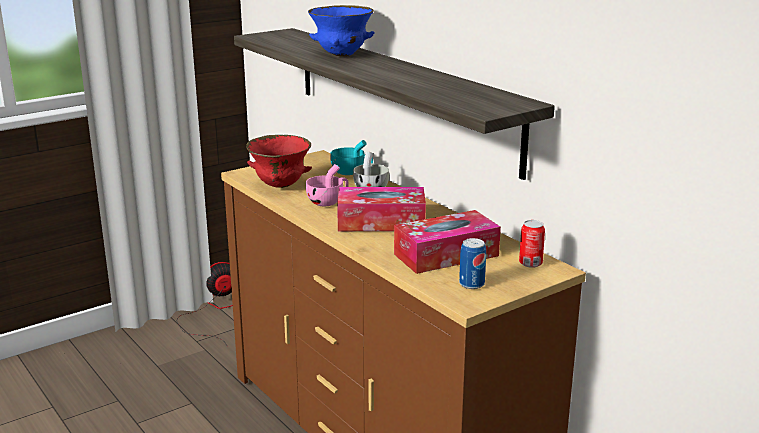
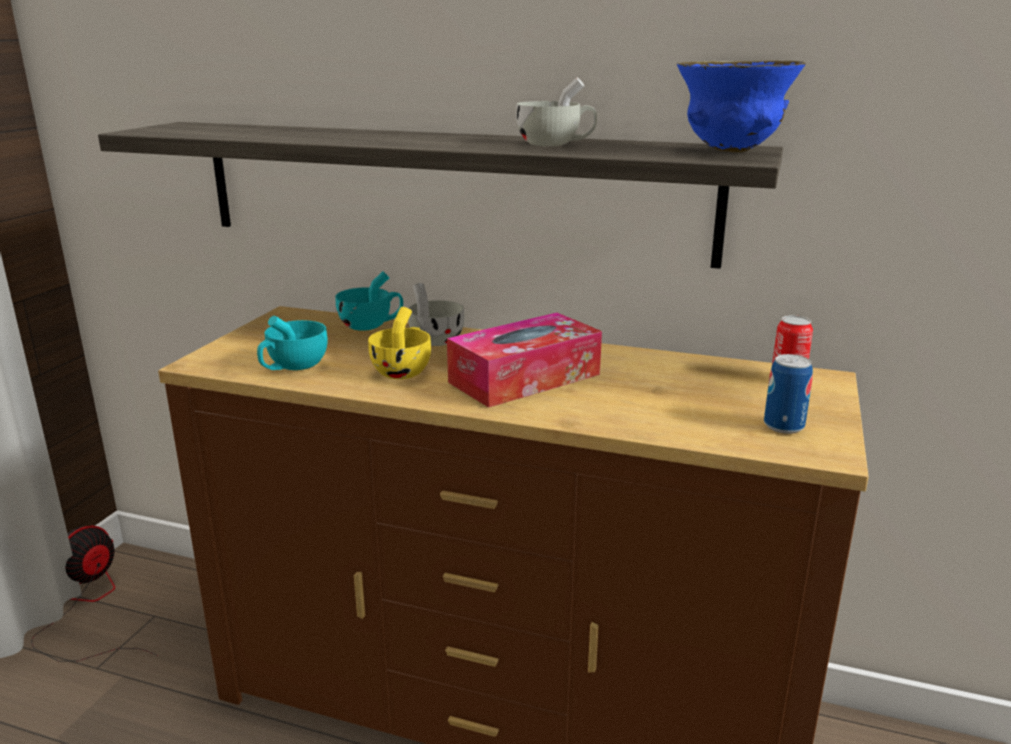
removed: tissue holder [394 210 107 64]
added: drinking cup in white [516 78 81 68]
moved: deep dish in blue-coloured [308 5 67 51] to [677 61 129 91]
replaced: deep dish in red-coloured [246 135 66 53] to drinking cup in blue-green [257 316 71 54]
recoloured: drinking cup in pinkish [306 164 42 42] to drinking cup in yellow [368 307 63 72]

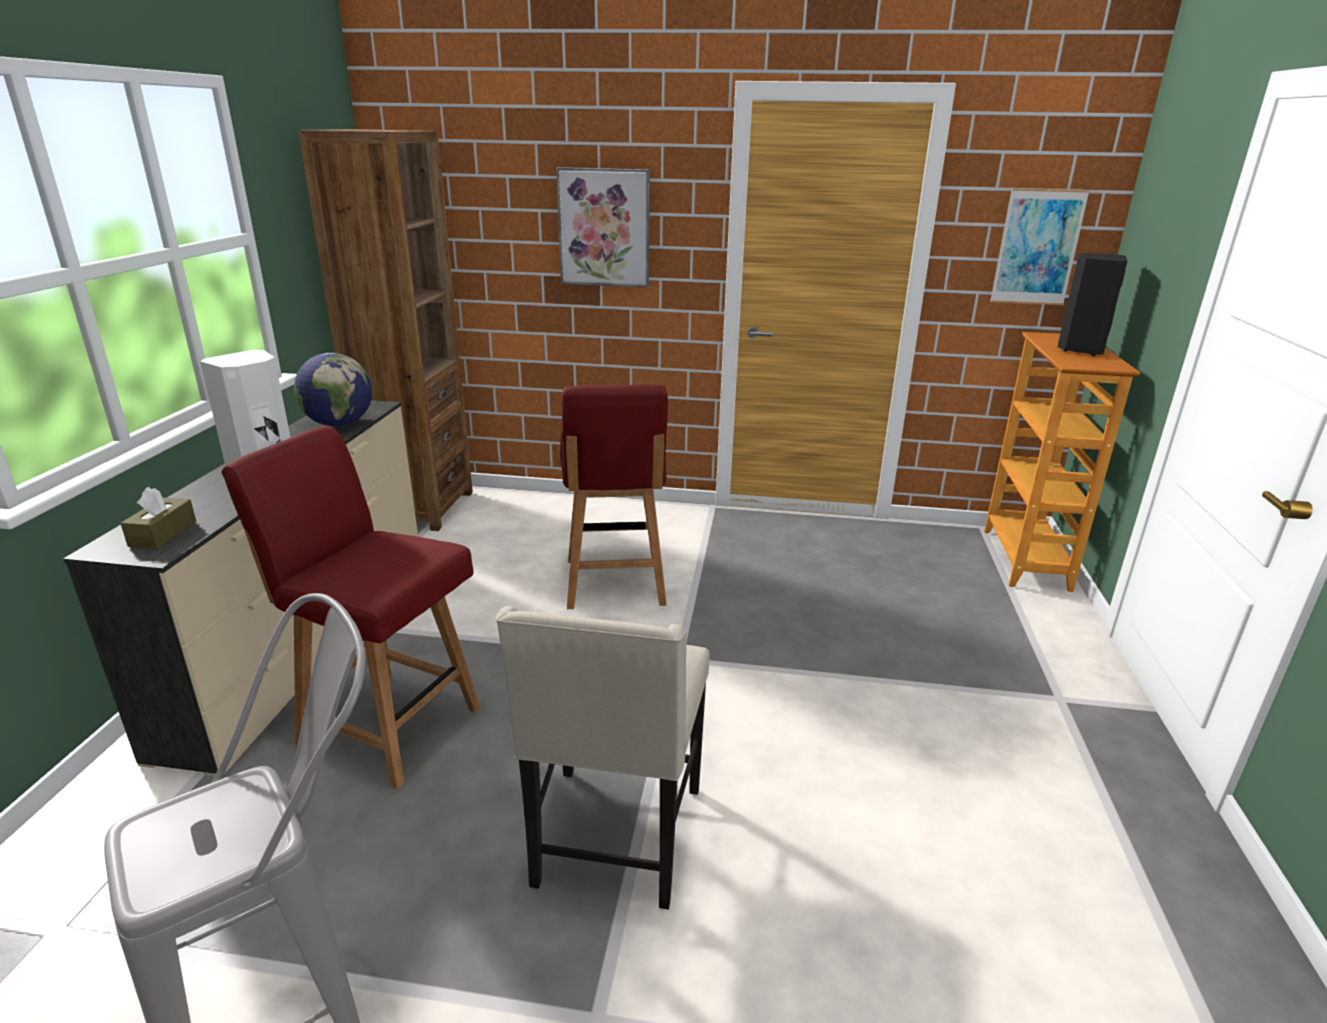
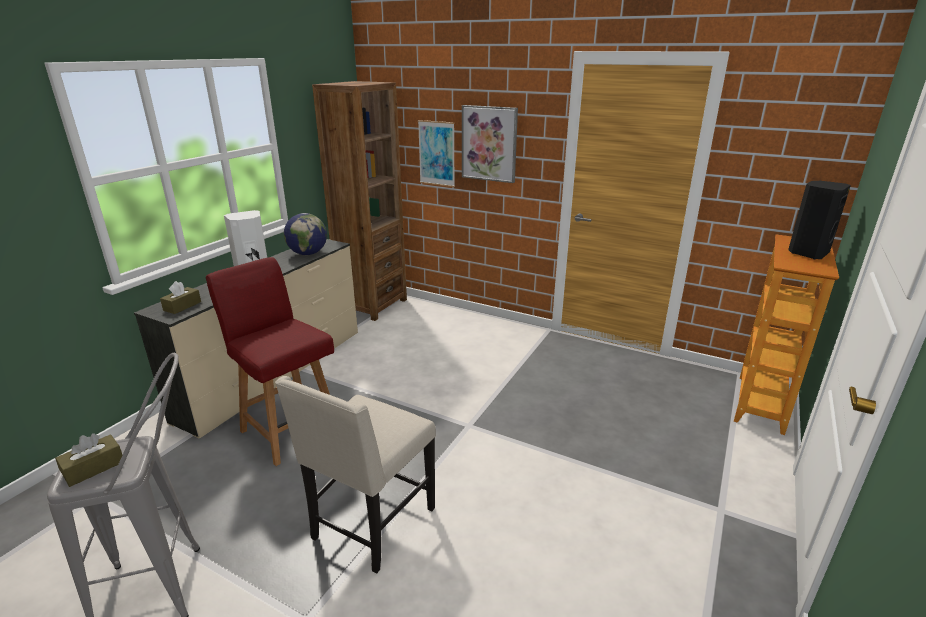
removed: plain chair in red-coloured [560 385 108 224]
added: tissue holder in brown-coloured [55 434 67 53]
moved: picture [990 188 100 117] to [418 120 37 67]

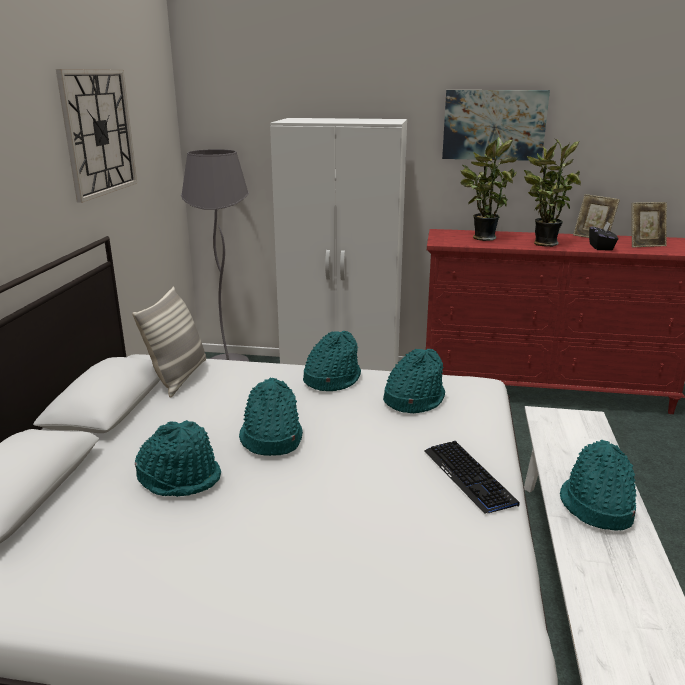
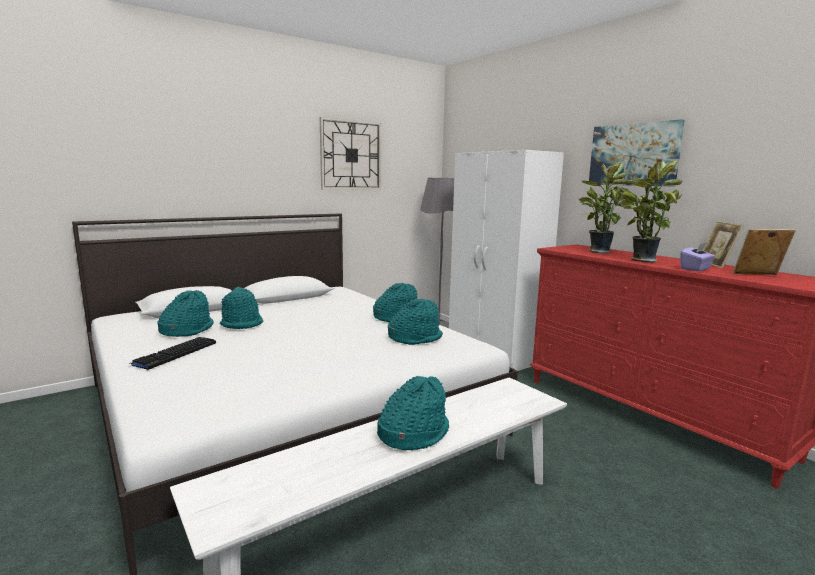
removed: cushion [132 286 74 112]
moved: wearable hat in blue-green [239 378 64 78] to [157 290 57 47]; keyboard [425 441 95 73] to [129 337 87 33]
recoloured: tissue holder in blackish [589 221 29 30] to tissue holder in purple [680 243 35 28]
turned: standing frame [632 202 35 46] = [733 229 63 46] 150 degrees clockwise

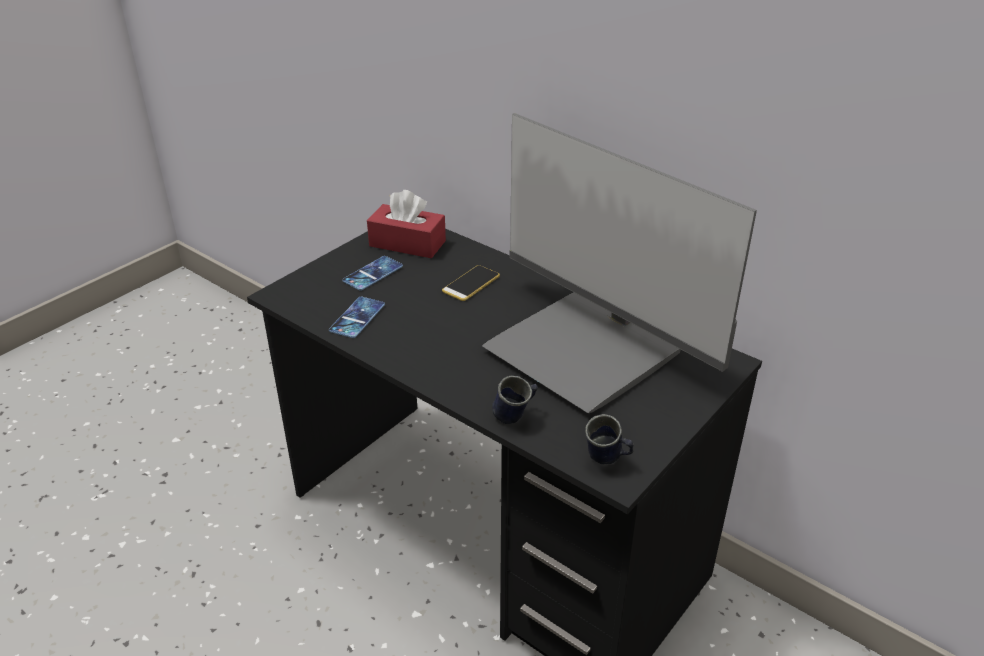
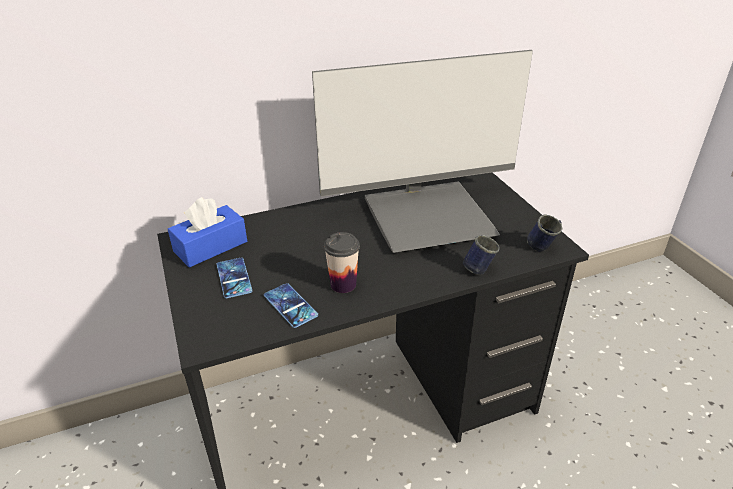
removed: phone [442 265 58 36]
added: drinking cup [324 232 36 61]
recoloured: tissue holder in red-coloured [367 190 79 68] to tissue holder in blue-coloured [168 197 79 71]

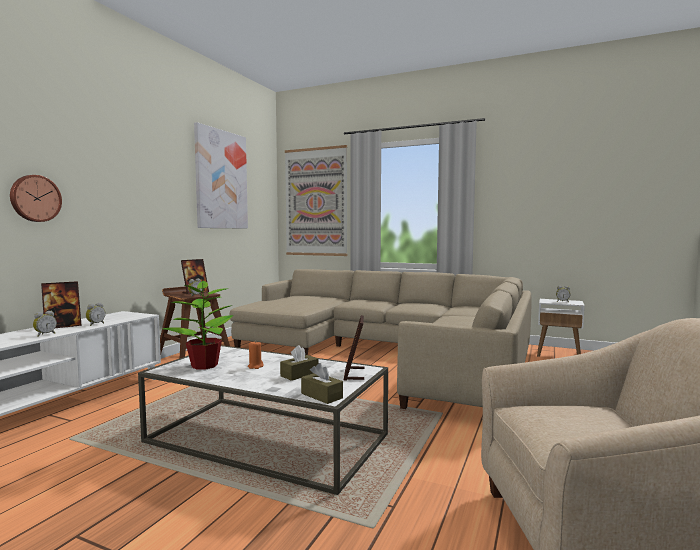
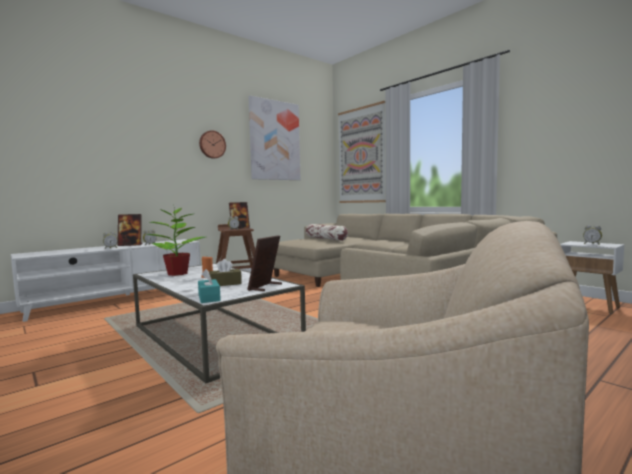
added: cushion [306 224 42 17]
moved: hanging clock [10 175 52 47] to [199 131 27 28]
recoloured: tissue holder in brown-coloured [301 363 42 41] to tissue holder in blue-green [198 269 23 34]

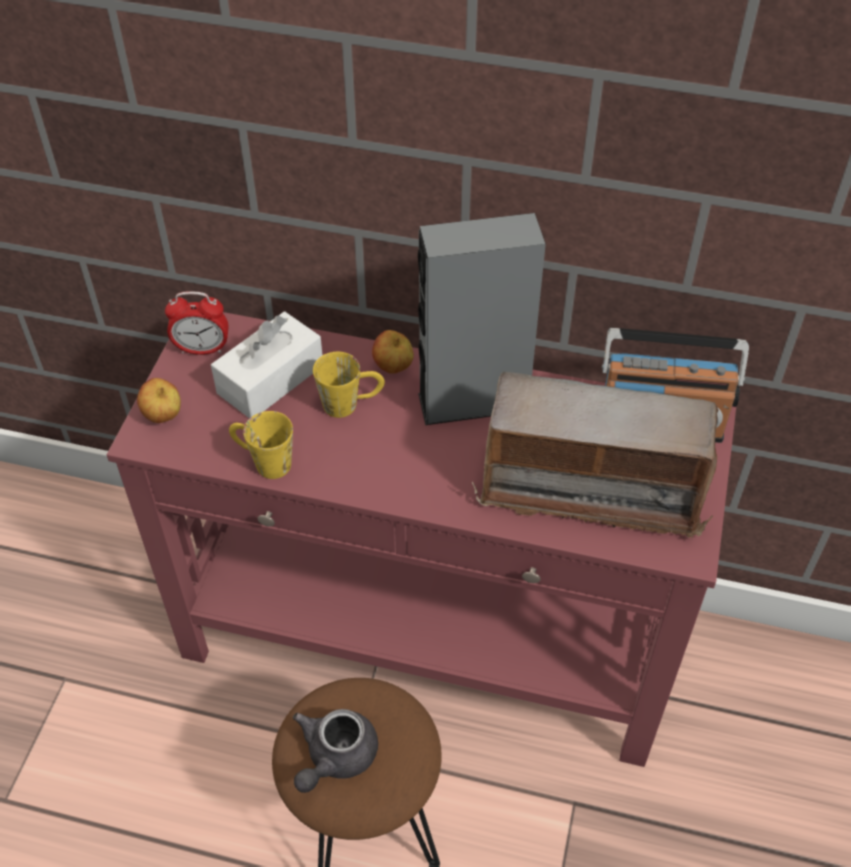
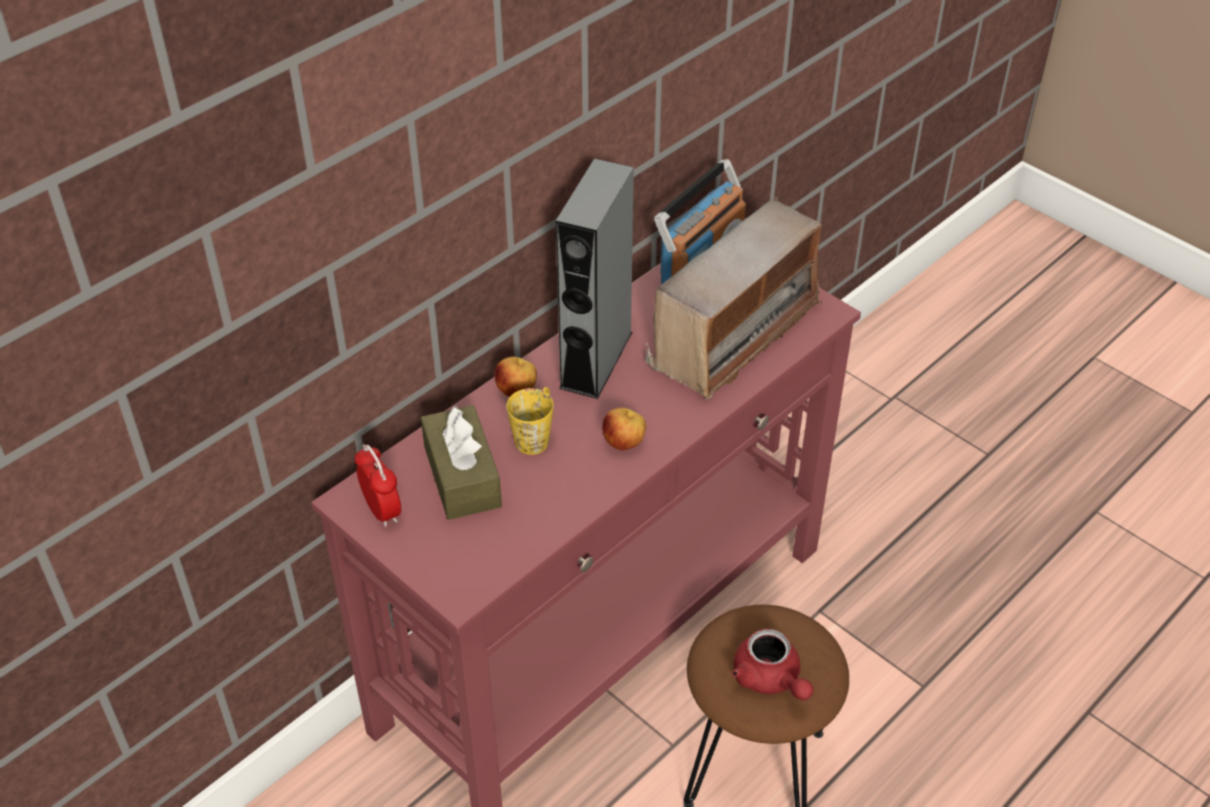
removed: tea mug in yellow [229 411 64 68]
moved: apple [137 378 44 45] to [602 407 44 43]
recoloured: tissue holder in white [211 311 111 108] to tissue holder in brown-coloured [421 405 81 115]; tea pot in grey [293 709 85 84] to tea pot in red-coloured [732 629 81 71]
turned: alarm clock [165 291 64 64] = [355 444 46 84] 60 degrees counterclockwise

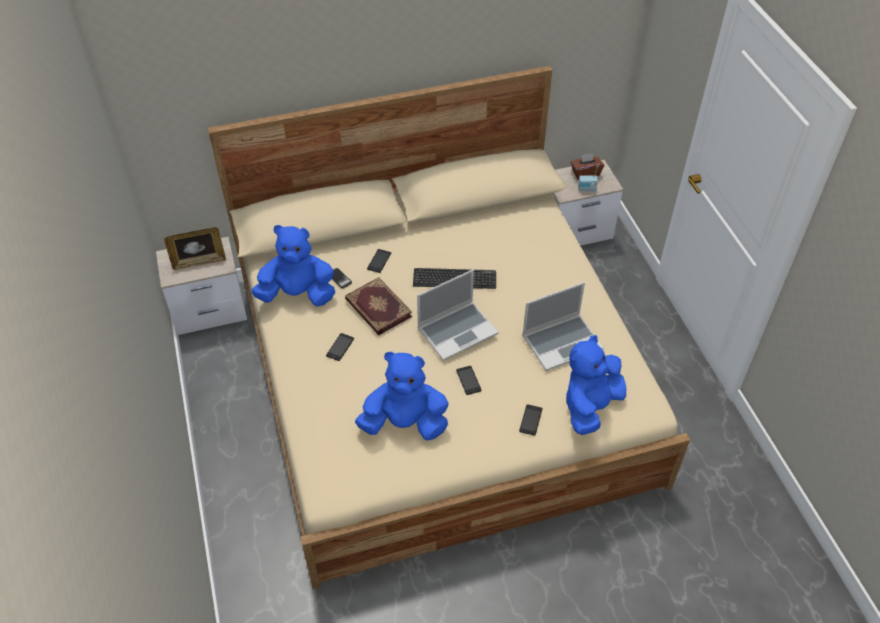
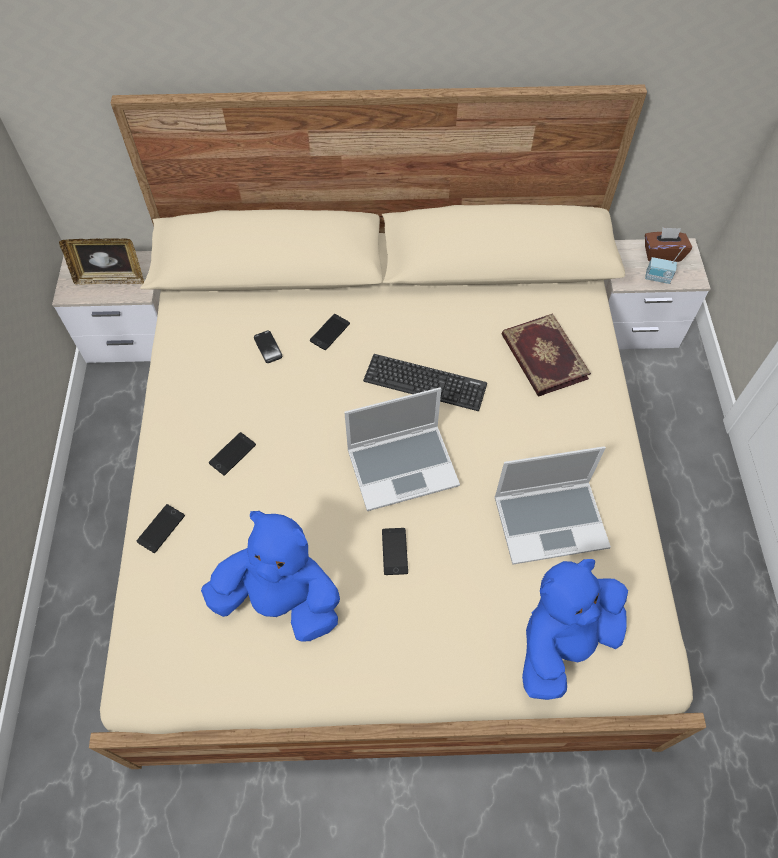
removed: cuddly toy in blue-coloured [251 225 84 81]
moved: volume [345 277 67 58] to [501 313 90 83]; phone [519 404 24 32] to [137 504 48 49]

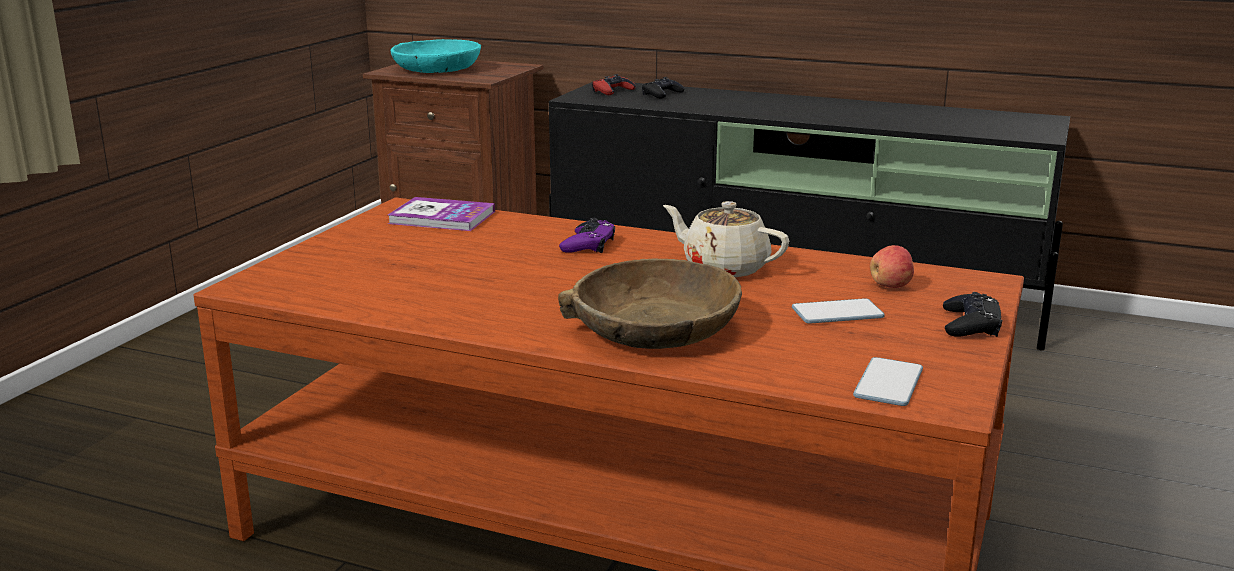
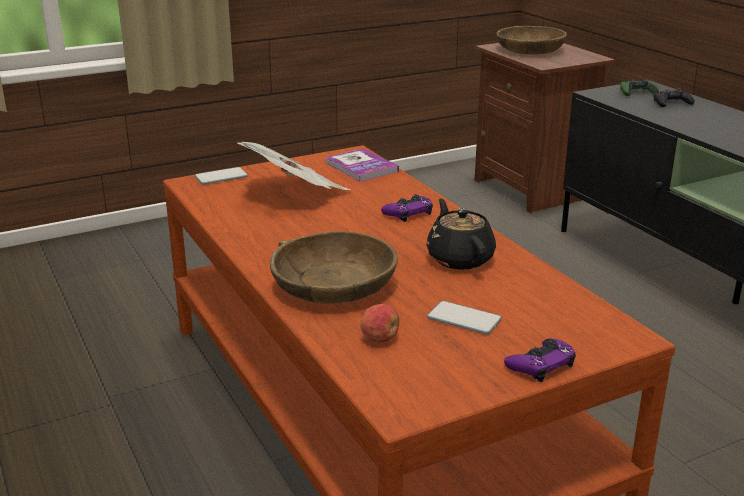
added: printed paper [237 142 114 48]
moved: apple [870 245 44 43] to [360 304 39 38]; phone [853 357 70 49] to [195 167 53 18]
recoloured: deep dish in blue-green [391 39 90 34] to deep dish in brown-coloured [496 26 71 28]; game controller in red-coloured [592 74 44 21] to game controller in green [620 79 39 17]; tea pot in beige [663 201 126 76] to tea pot in blackish [426 198 70 72]; game controller in blackish [943 292 59 45] to game controller in purple [504 338 72 44]

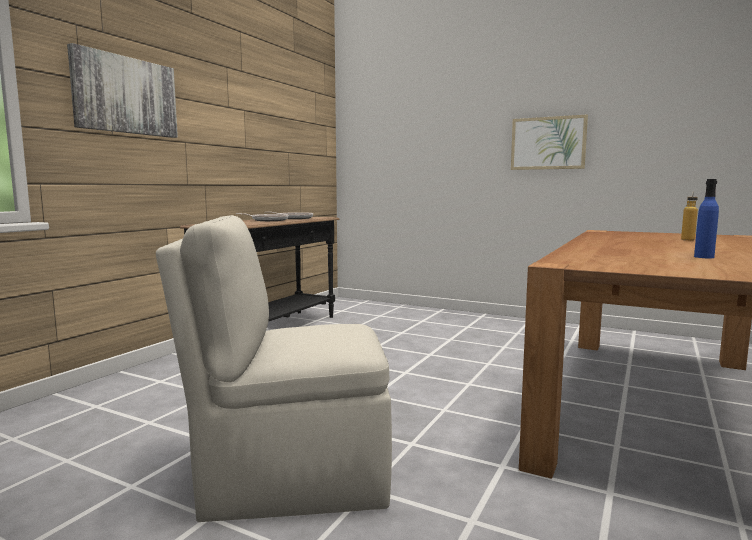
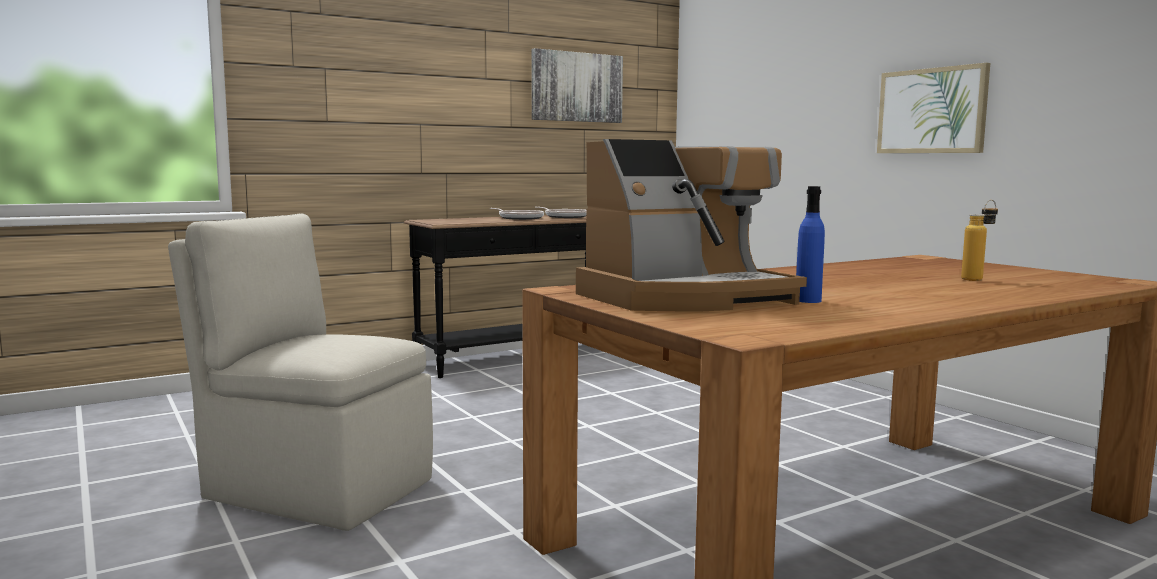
added: coffee maker [576 139 231 173]
moved: picture [67 43 111 95] to [531 48 92 75]

